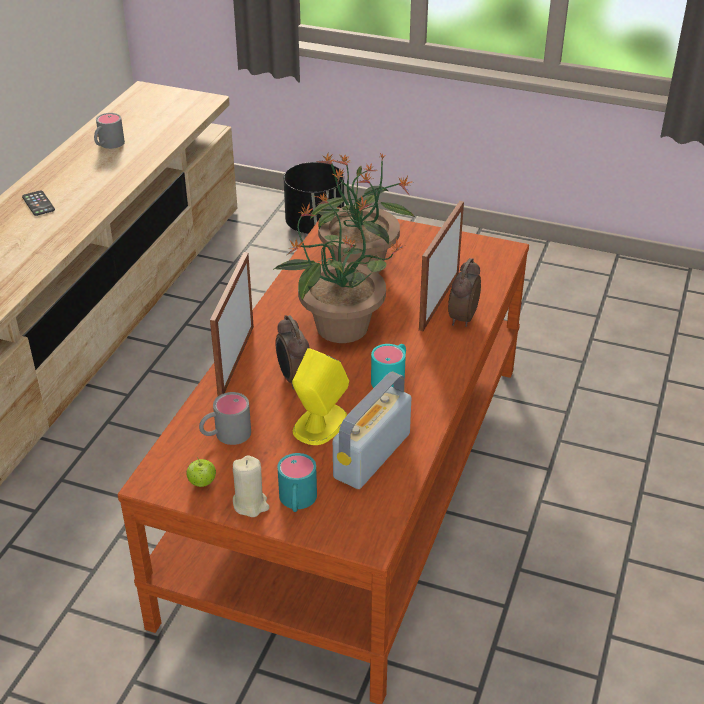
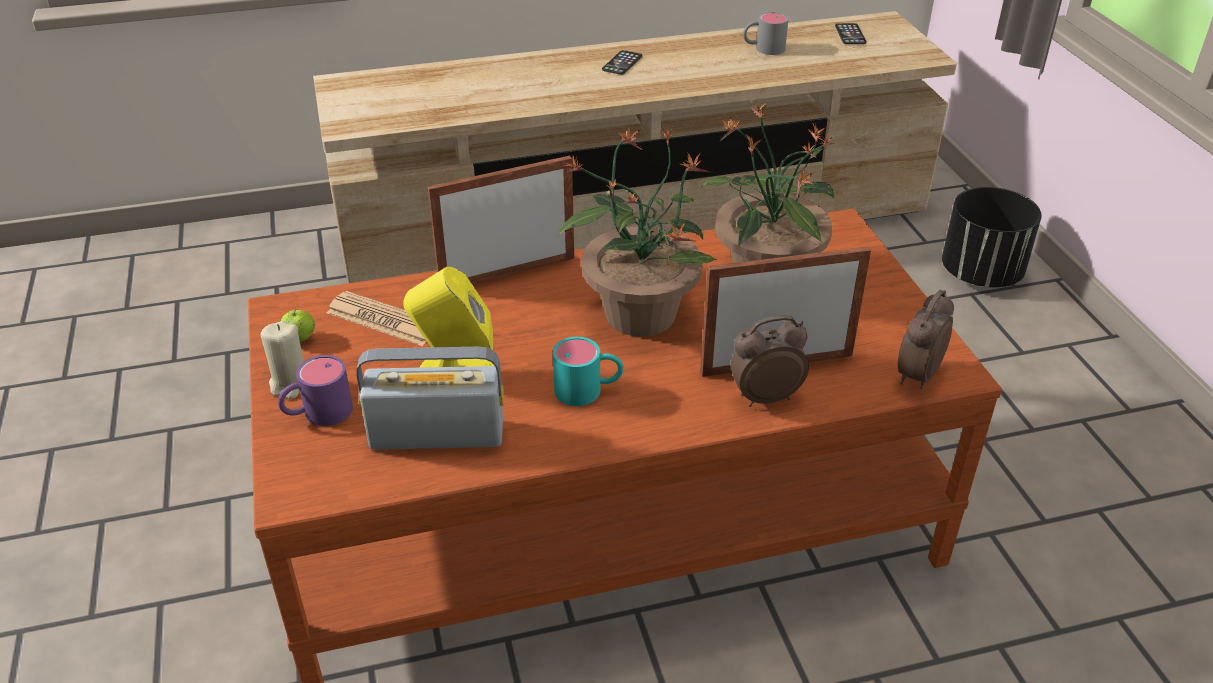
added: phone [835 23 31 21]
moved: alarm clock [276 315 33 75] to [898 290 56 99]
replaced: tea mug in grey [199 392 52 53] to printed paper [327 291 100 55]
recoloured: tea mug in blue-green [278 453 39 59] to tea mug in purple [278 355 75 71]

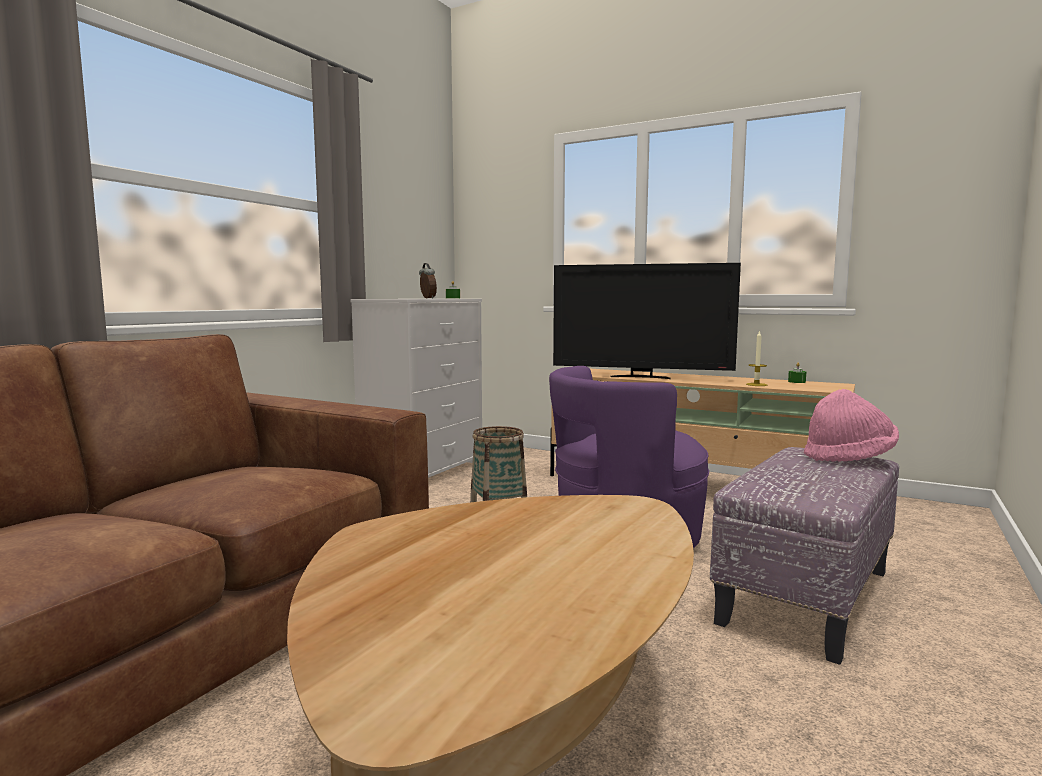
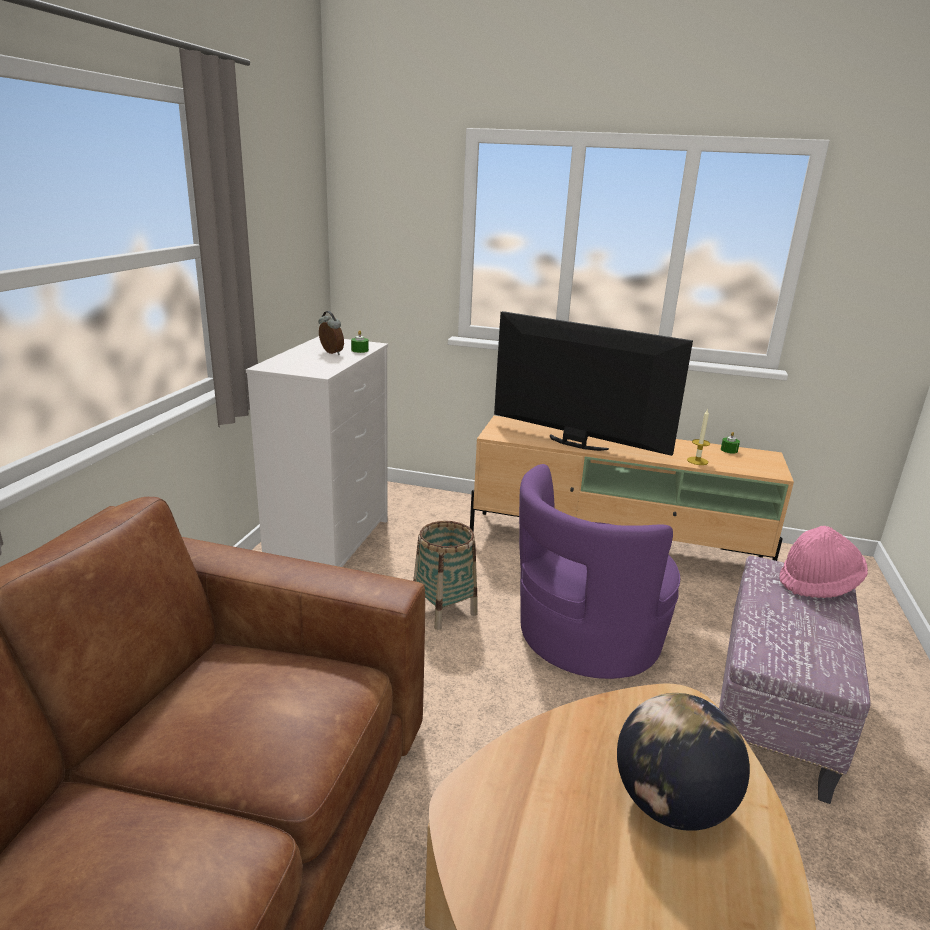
added: globe [617 693 133 138]
turned: TV set [553 263 188 116] = [494 311 199 145] 150 degrees counterclockwise

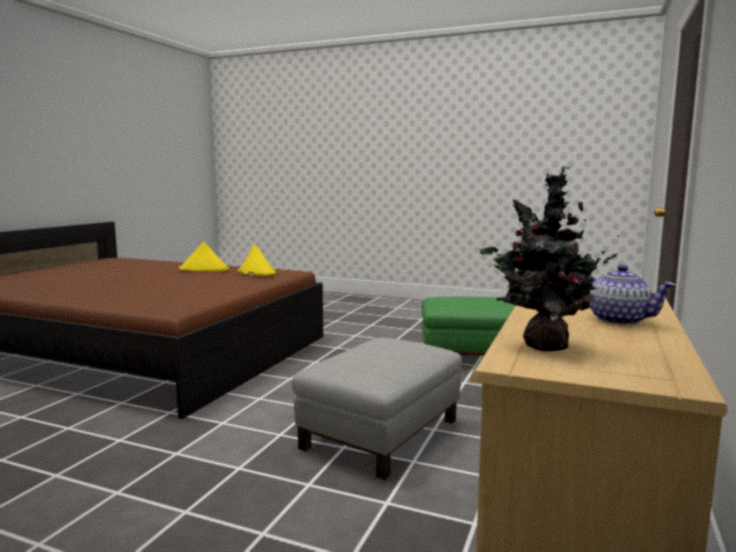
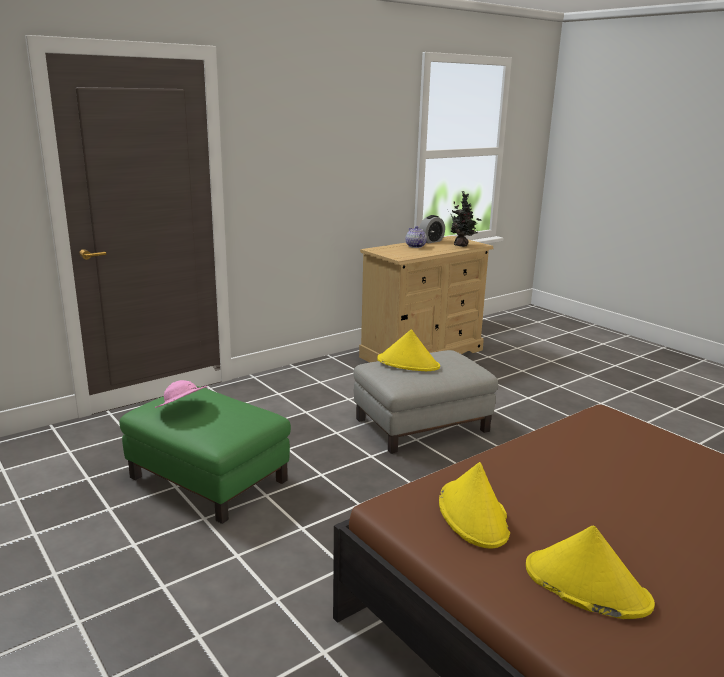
added: alarm clock [419 215 26 28]; wearable hat in yellow [377 330 63 41]; wearable hat in pinkish [155 380 52 28]

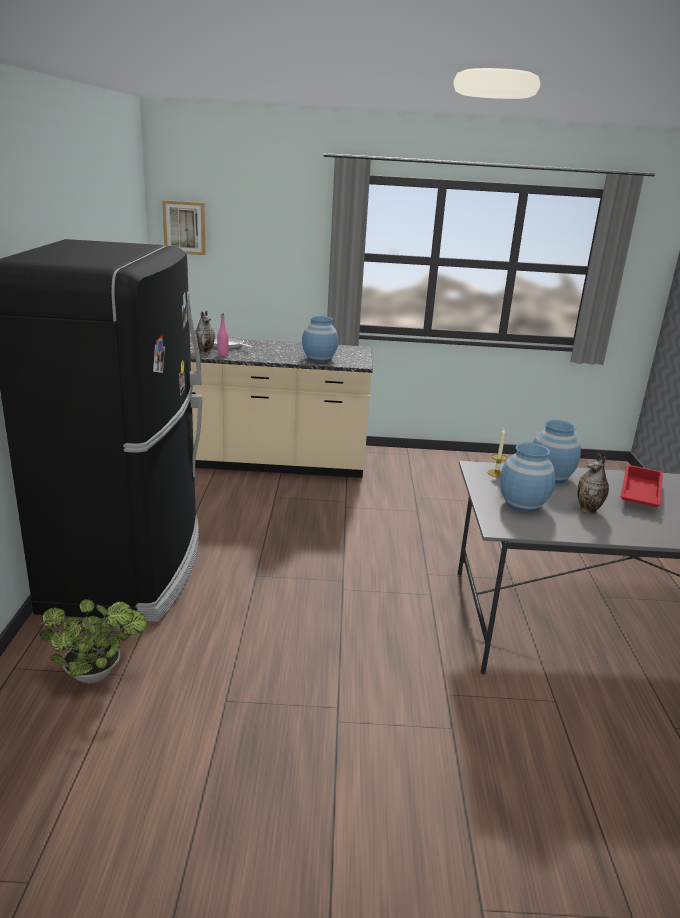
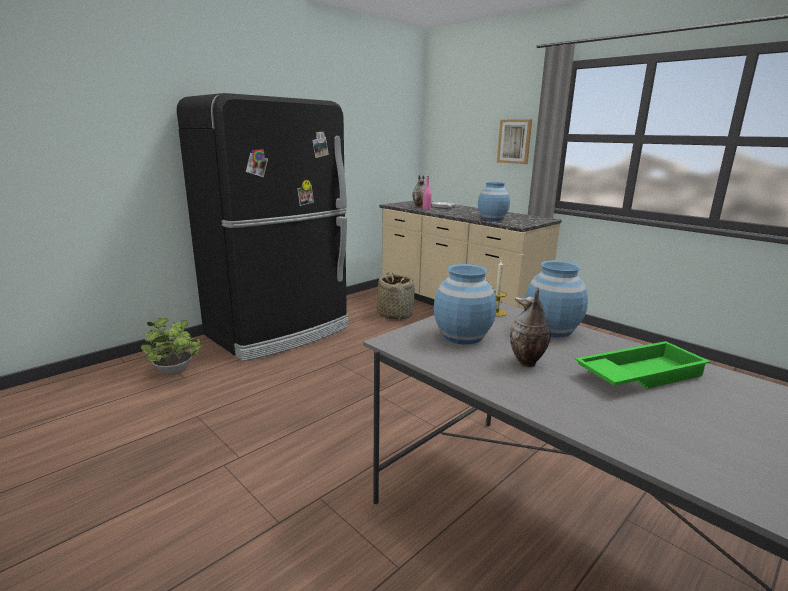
added: storage basket [377 272 38 48]
moved: picture [162 200 44 55] to [497 119 35 45]
recoloured: carrying tray in red-coloured [620 465 43 43] to carrying tray in green [575 341 136 48]

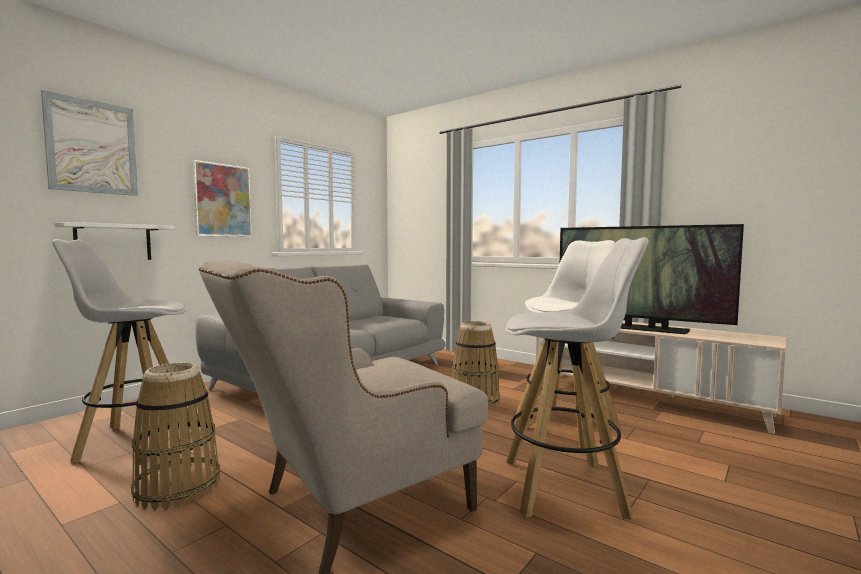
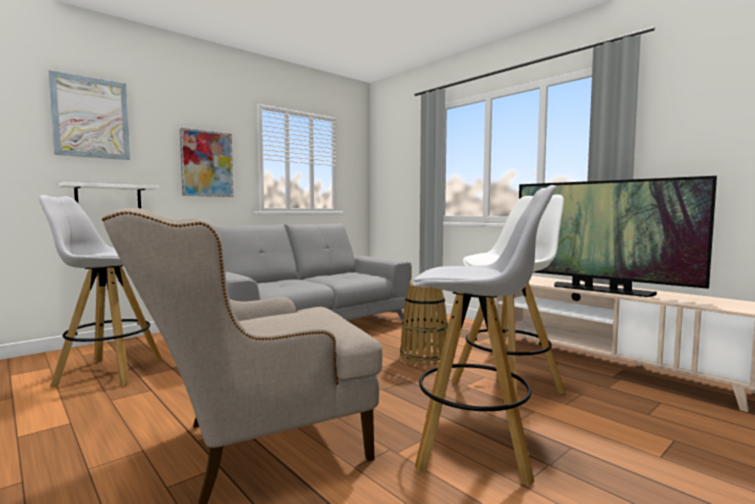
removed: storage basket [131 362 89 148]

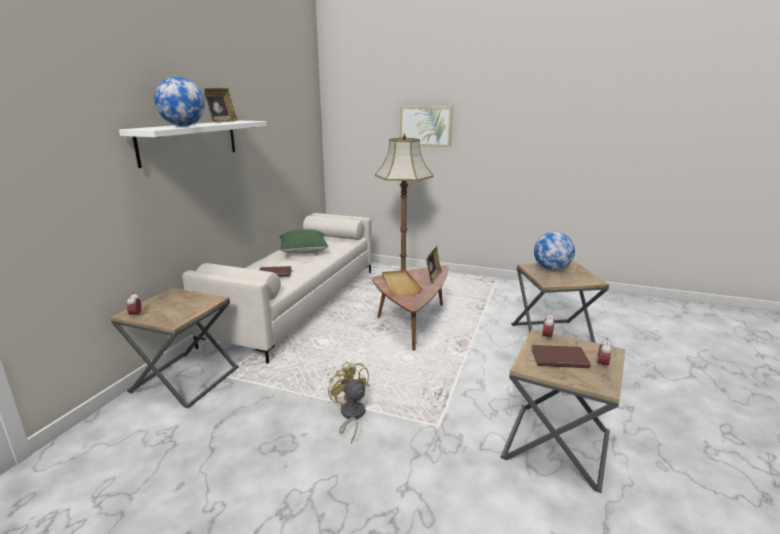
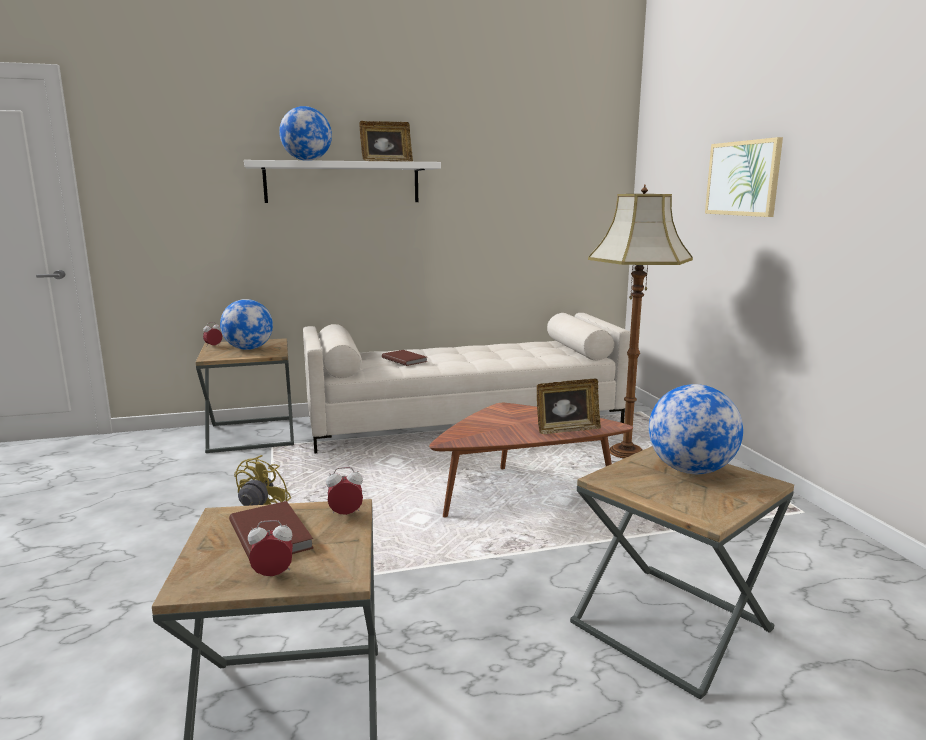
removed: cushion in green [279 229 50 25]; carrying tray in beige [382 270 40 26]
added: globe [220 299 53 51]

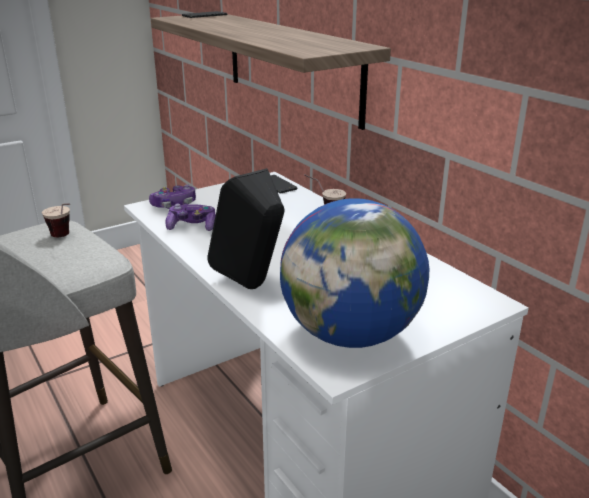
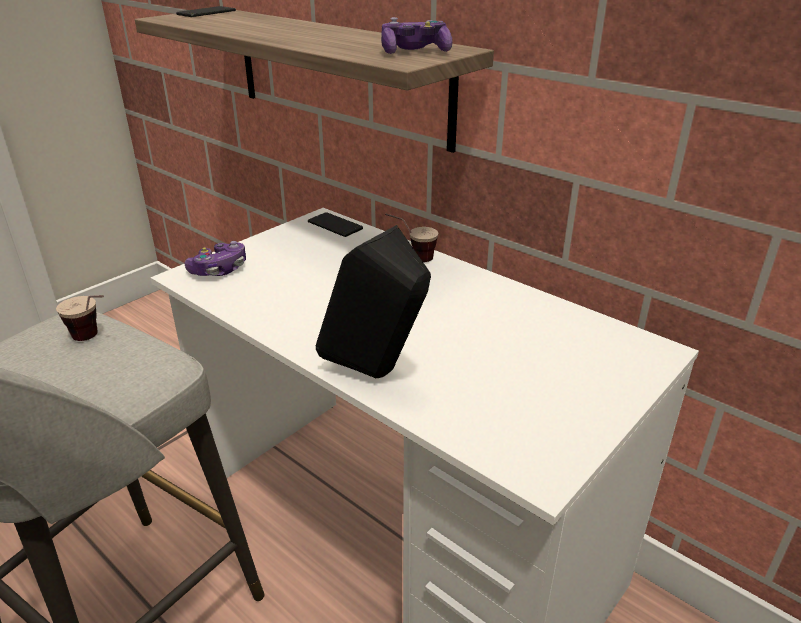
removed: globe [280 198 149 150]
moved: game controller [165 204 51 27] to [381 17 71 37]

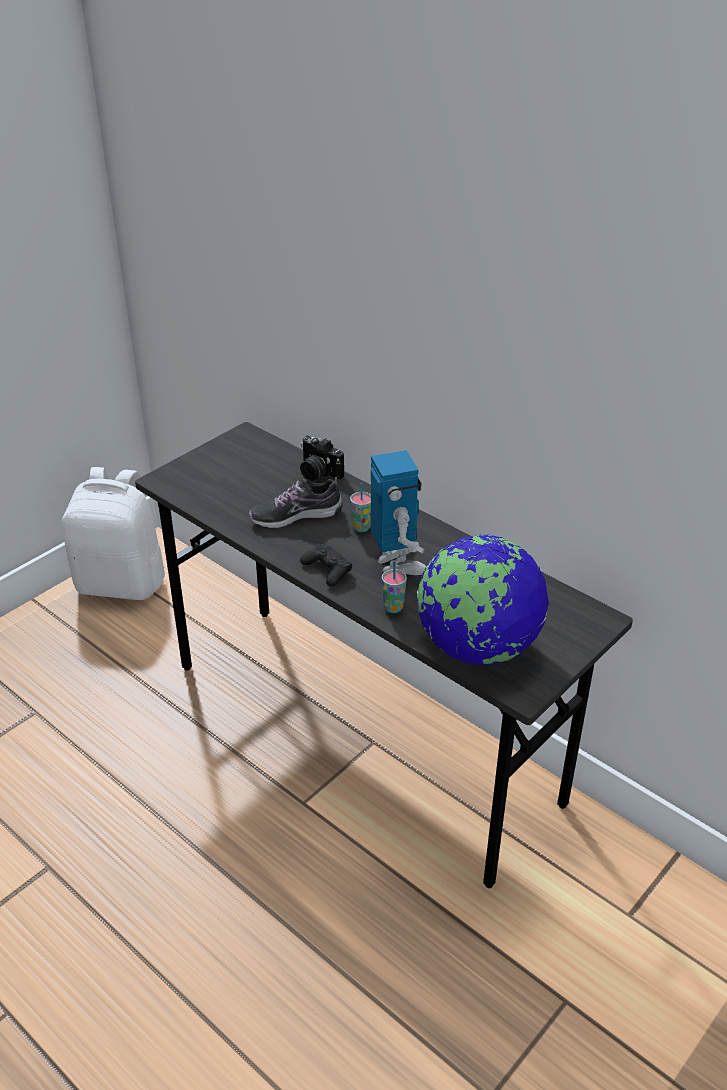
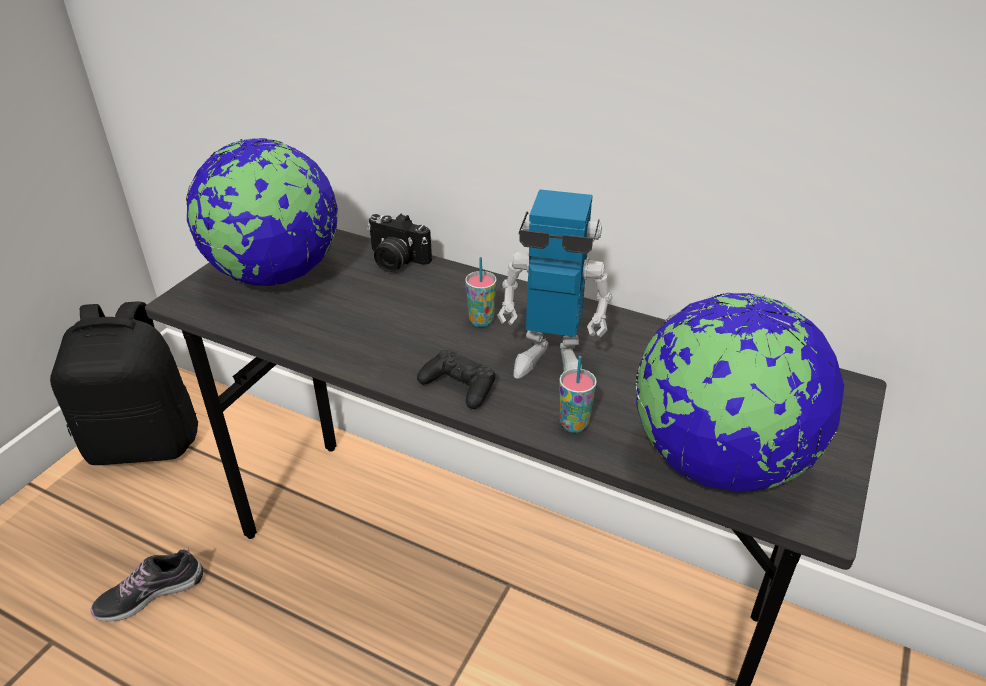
added: globe [186 138 152 148]
moved: item of footwear [249 477 94 51] to [91 547 112 75]
recoloured: backpack in white [61 467 104 133] to backpack in blackish [50 301 148 164]
turned: model robot [371 450 55 125] = [497 189 116 189] 135 degrees clockwise

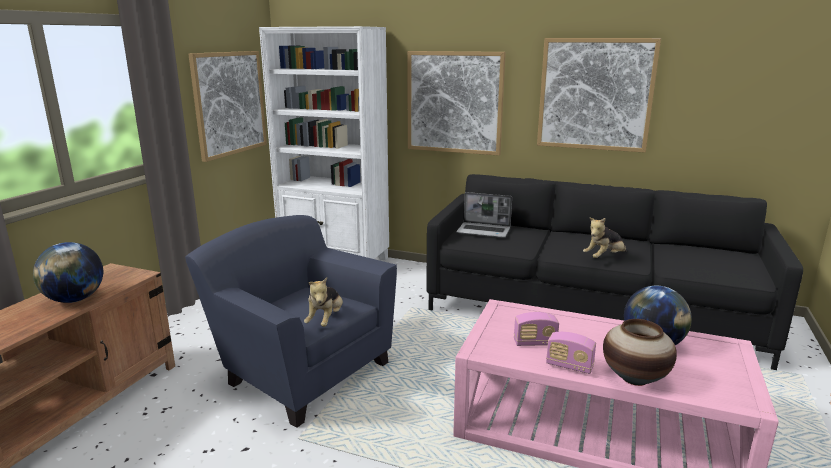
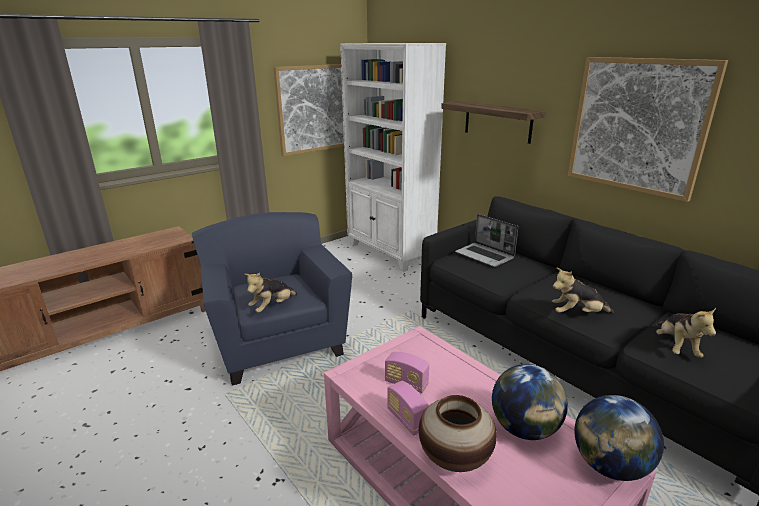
added: cuddly toy [656 308 60 50]
moved: globe [33 242 70 61] to [574 395 90 86]
replaced: picture [407 51 99 105] to shelf [441 101 105 43]

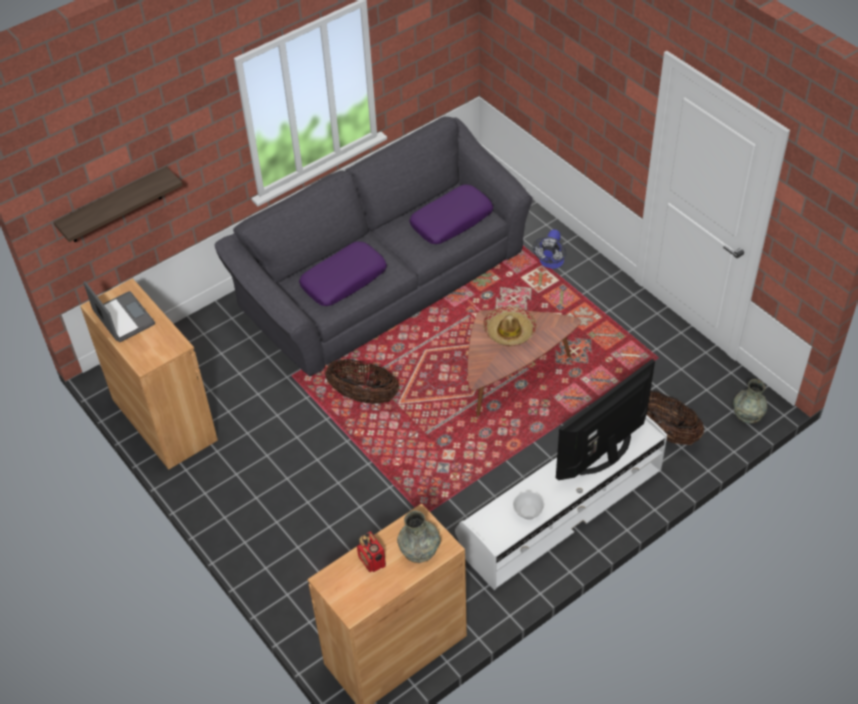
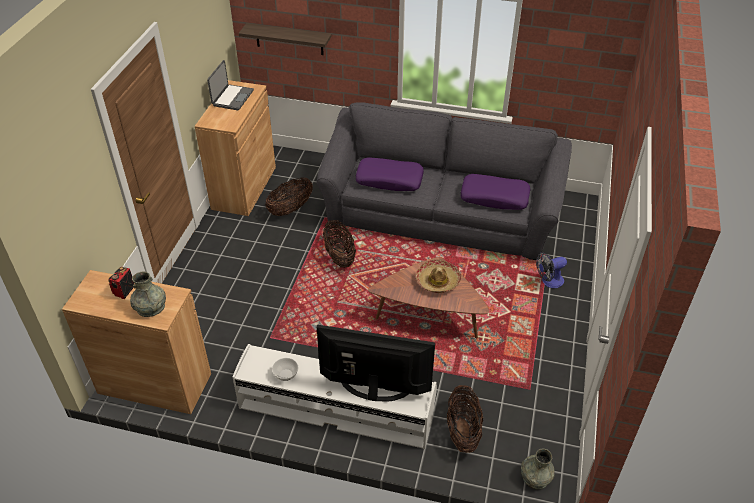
added: storage basket [265 178 48 38]

